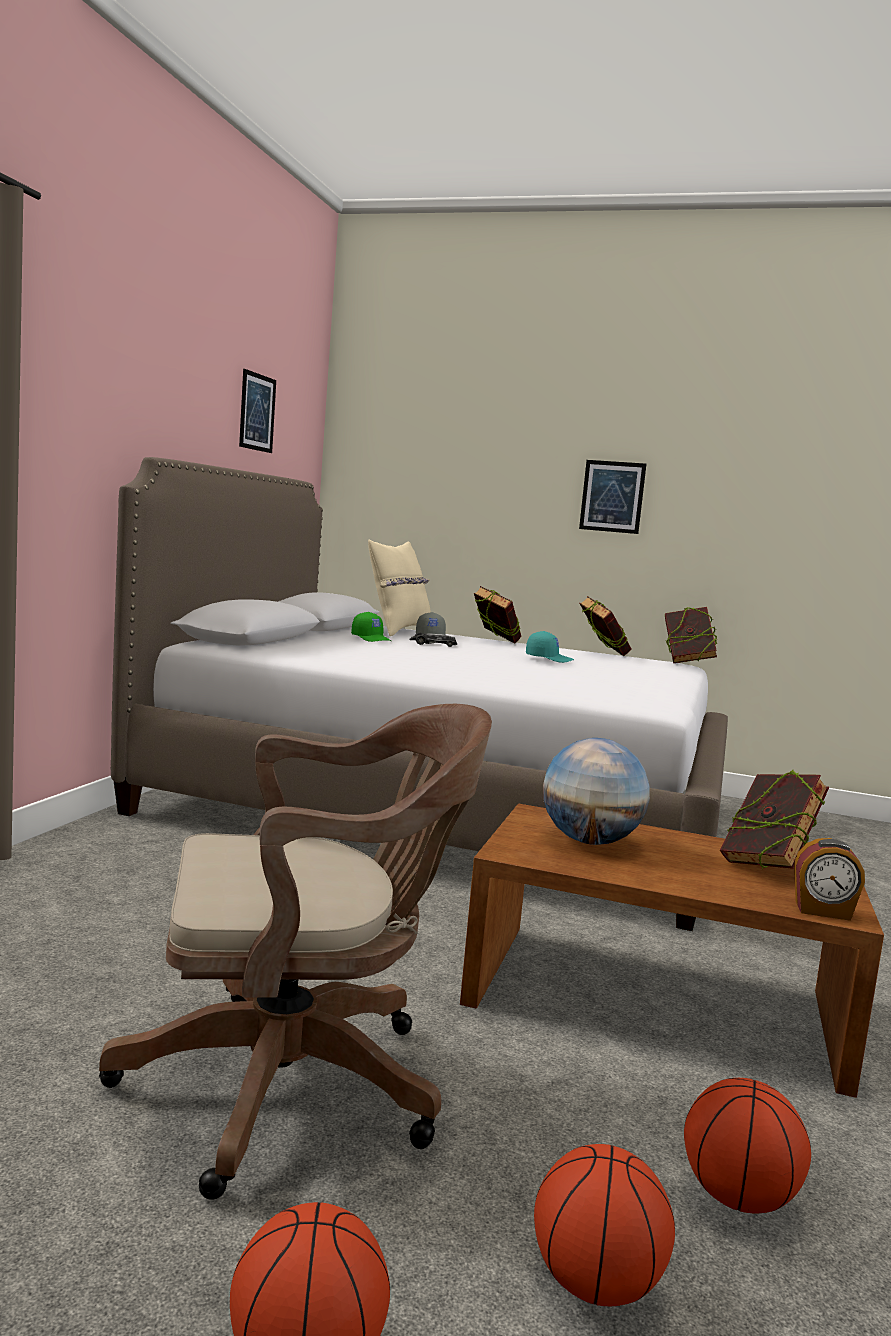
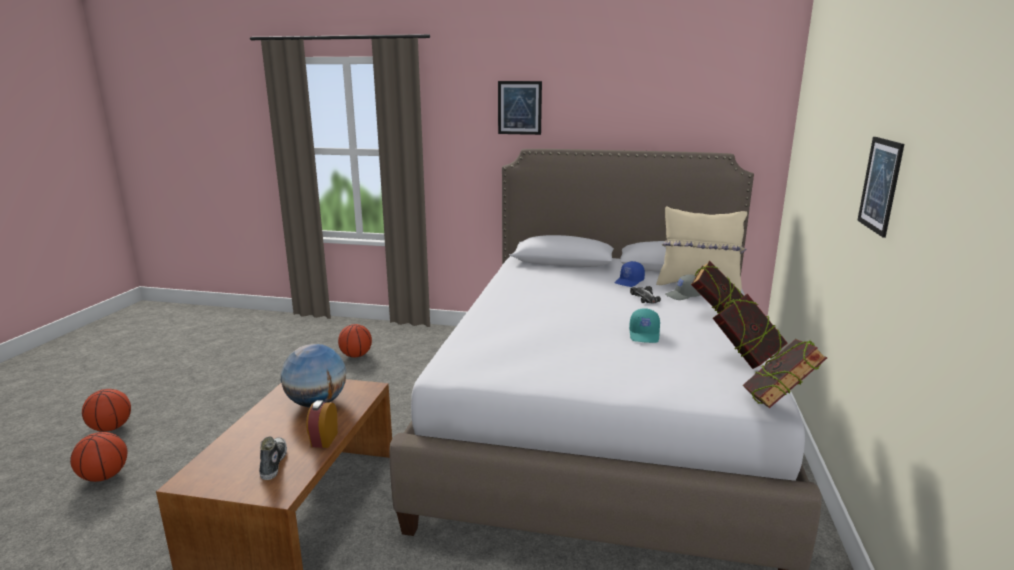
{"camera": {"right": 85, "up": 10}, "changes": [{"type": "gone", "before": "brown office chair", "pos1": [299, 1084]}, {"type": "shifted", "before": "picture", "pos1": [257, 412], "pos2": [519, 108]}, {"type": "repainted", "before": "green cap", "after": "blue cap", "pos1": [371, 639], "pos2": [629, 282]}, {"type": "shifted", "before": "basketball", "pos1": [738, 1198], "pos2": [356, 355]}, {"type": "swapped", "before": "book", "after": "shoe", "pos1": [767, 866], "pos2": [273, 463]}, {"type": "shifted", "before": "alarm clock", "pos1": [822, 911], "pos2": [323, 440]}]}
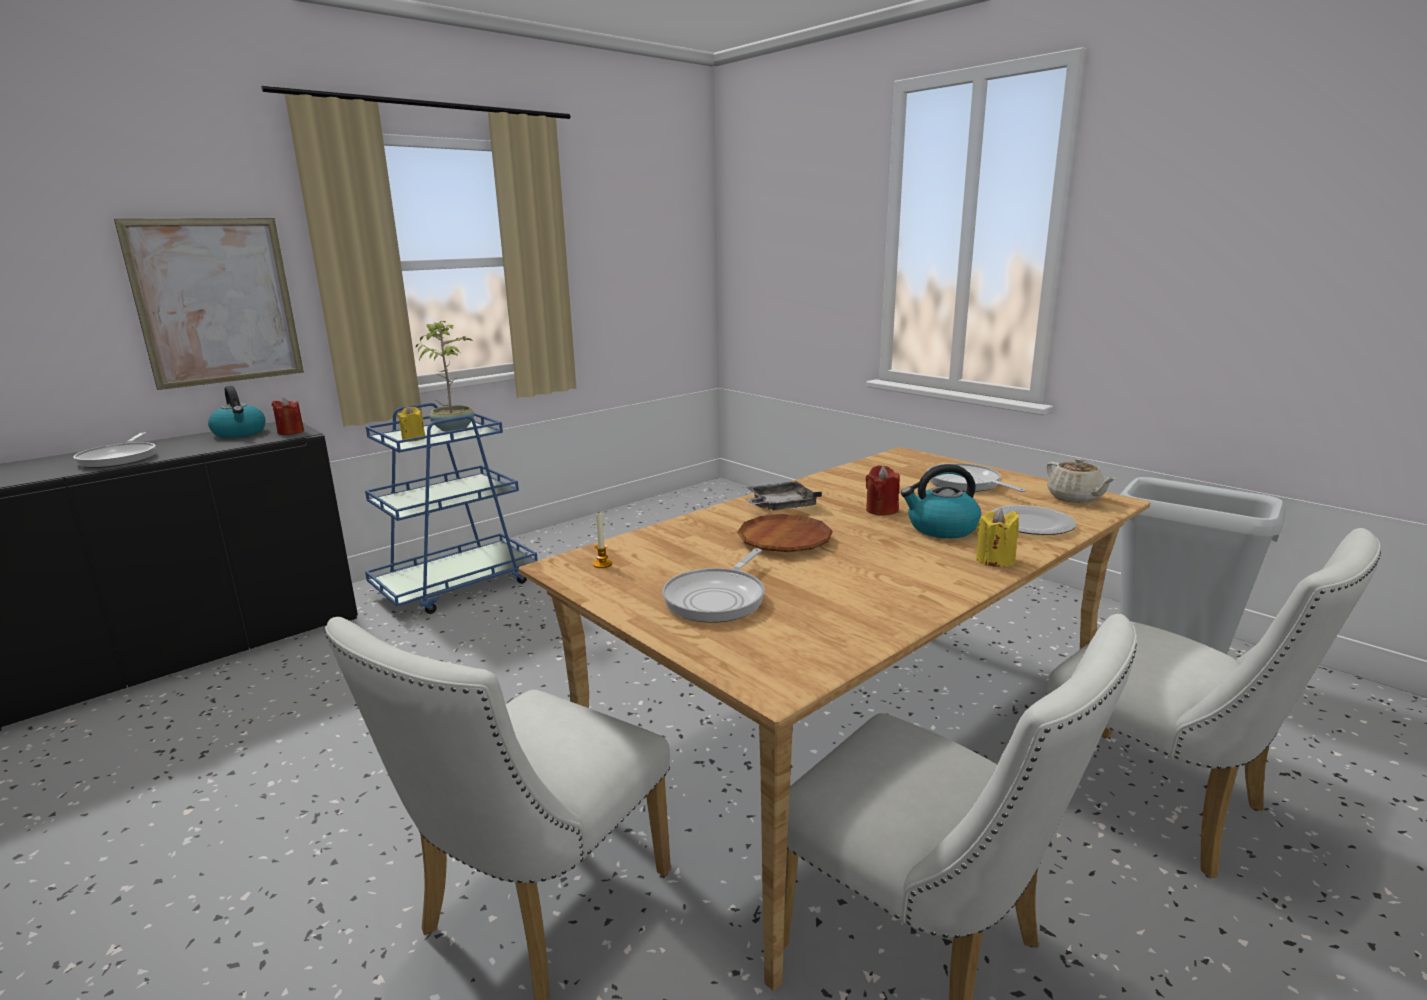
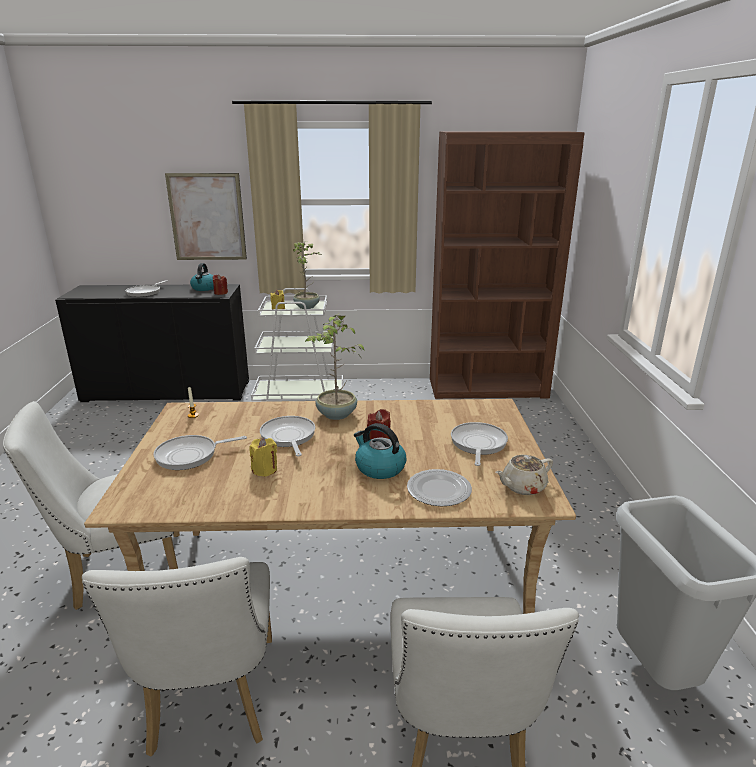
{"camera": {"right": 40, "up": 5}, "changes": [{"type": "repainted", "before": "blue cart", "after": "white cart", "pos1": [457, 586], "pos2": [300, 399]}, {"type": "swapped", "before": "brown plate", "after": "frying pan", "pos1": [784, 540], "pos2": [288, 437]}, {"type": "swapped", "before": "grey tray", "after": "potted plant", "pos1": [780, 506], "pos2": [336, 415]}, {"type": "shifted", "before": "yellow candle", "pos1": [995, 560], "pos2": [264, 470]}, {"type": "rotated", "before": "beige teapot", "pos1": [1075, 498], "pos2": [522, 487], "turn": 45}, {"type": "new", "after": "brown bookcase", "pos2": [488, 388]}]}
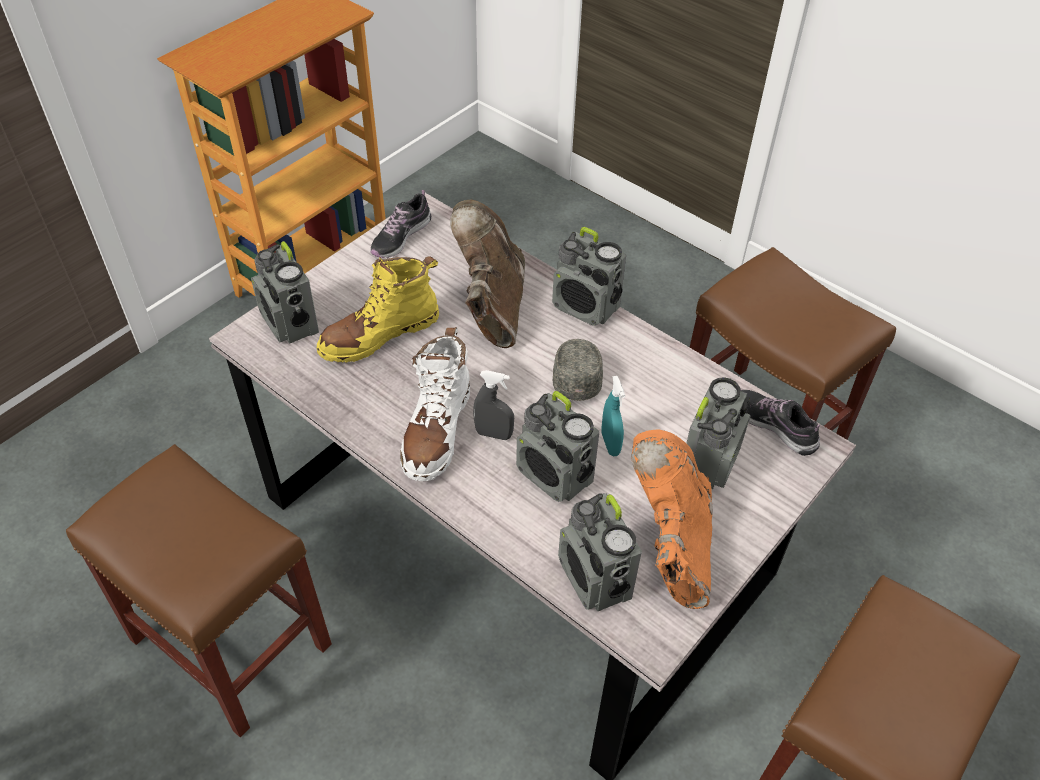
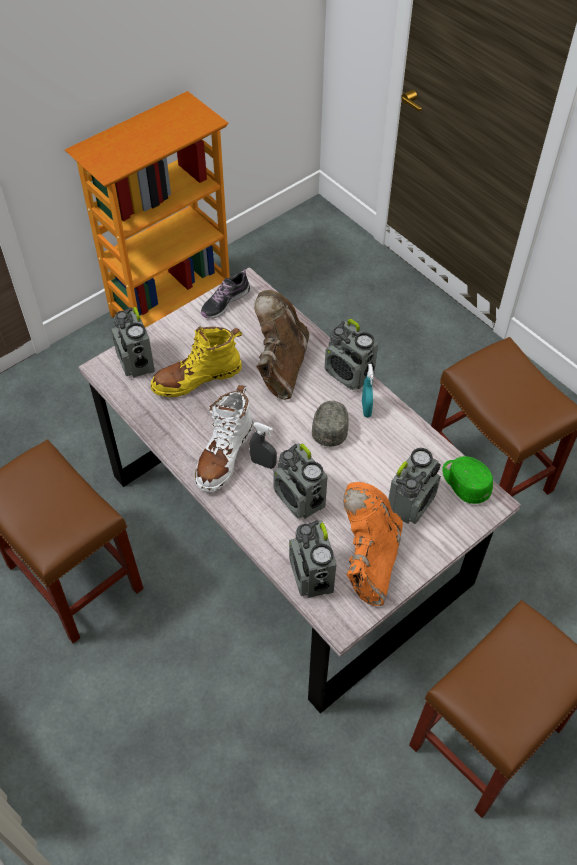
{"camera": {"right": 10, "up": 5}, "changes": [{"type": "shifted", "before": "turquoise spray bottle", "pos1": [610, 444], "pos2": [366, 408]}, {"type": "swapped", "before": "shoe", "after": "green cap", "pos1": [774, 426], "pos2": [465, 482]}]}
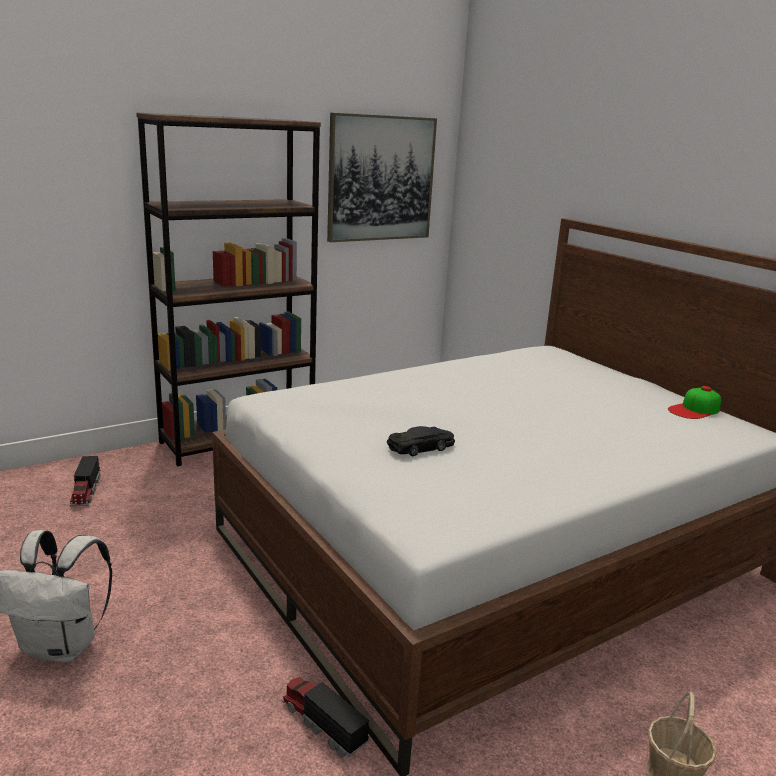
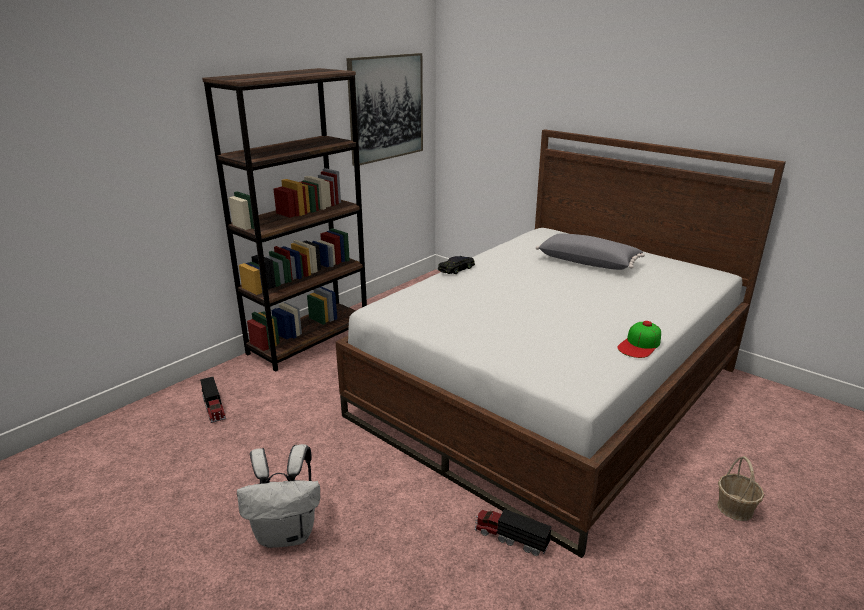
{"camera": {"right": -15, "up": 5}, "changes": [{"type": "shifted", "before": "black toy car", "pos1": [421, 447], "pos2": [457, 268]}, {"type": "shifted", "before": "cap", "pos1": [694, 410], "pos2": [639, 345]}, {"type": "new", "after": "grey pillow", "pos2": [588, 262]}]}
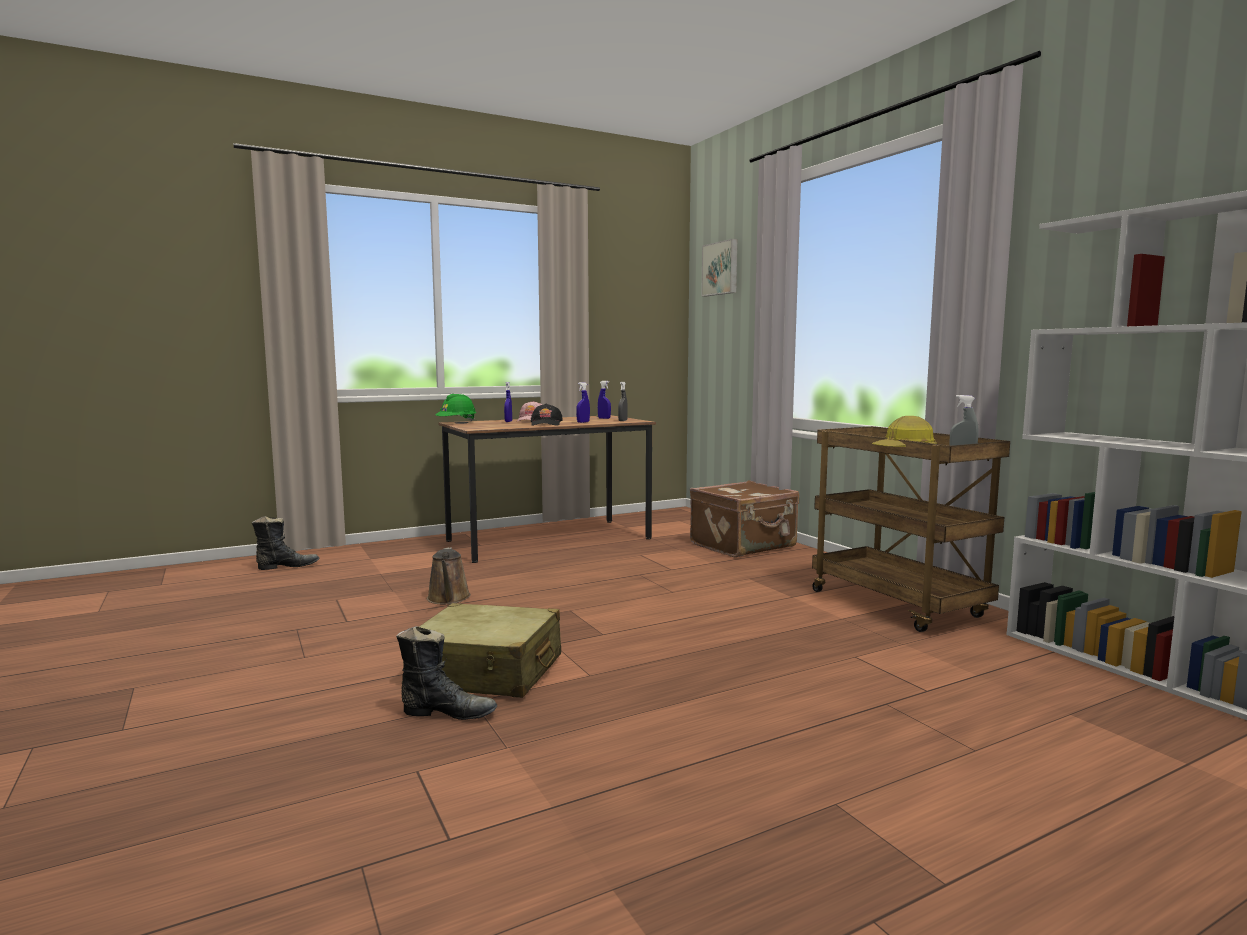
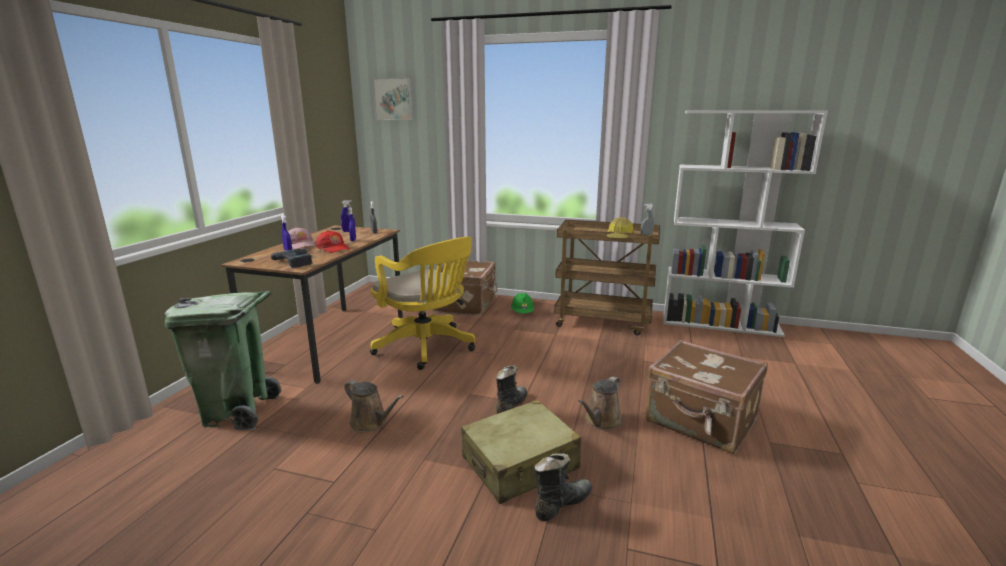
{"camera": {"right": -45, "up": 10}, "changes": [{"type": "shifted", "before": "black boot", "pos1": [287, 566], "pos2": [510, 406]}, {"type": "shifted", "before": "green hard hat", "pos1": [457, 422], "pos2": [522, 312]}, {"type": "repainted", "before": "black cap", "after": "red cap", "pos1": [546, 424], "pos2": [333, 248]}, {"type": "new", "after": "green trash can", "pos2": [238, 412]}, {"type": "new", "after": "power drill", "pos2": [297, 261]}, {"type": "new", "after": "yellow office chair", "pos2": [427, 347]}, {"type": "new", "after": "brown watering can", "pos2": [601, 421]}, {"type": "new", "after": "brown suitcase", "pos2": [701, 422]}]}
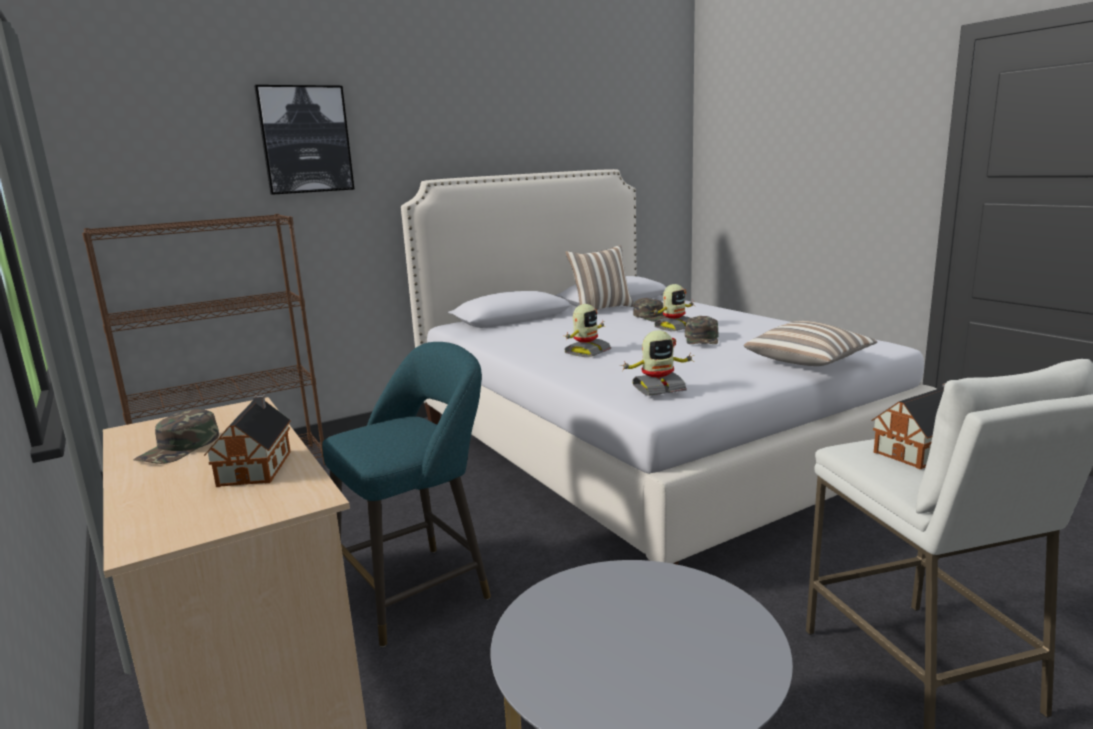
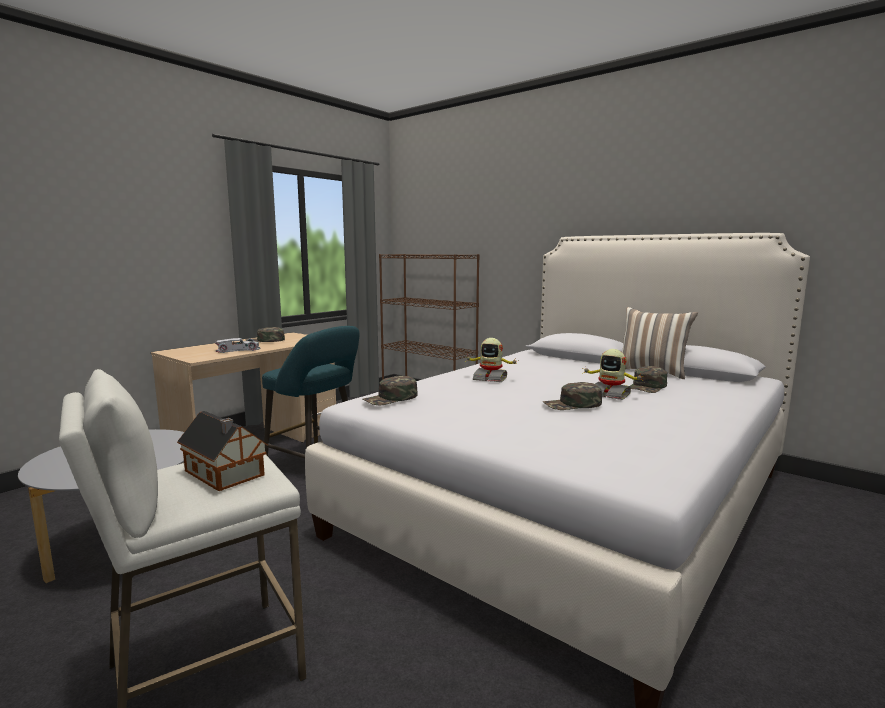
{"camera": {"right": 70, "up": -5}, "changes": [{"type": "swapped", "before": "toy house", "after": "white toy car", "pos1": [257, 466], "pos2": [238, 350]}, {"type": "gone", "before": "picture", "pos1": [305, 139]}, {"type": "swapped", "before": "toy robot", "after": "green cap", "pos1": [658, 388], "pos2": [391, 398]}, {"type": "gone", "before": "pillow", "pos1": [809, 362]}]}
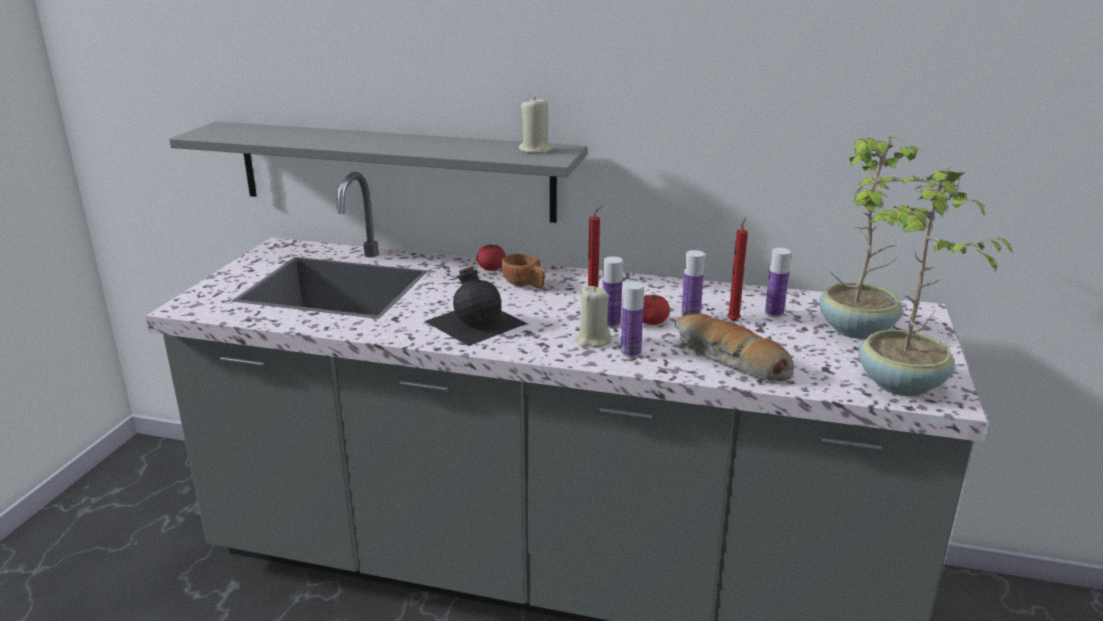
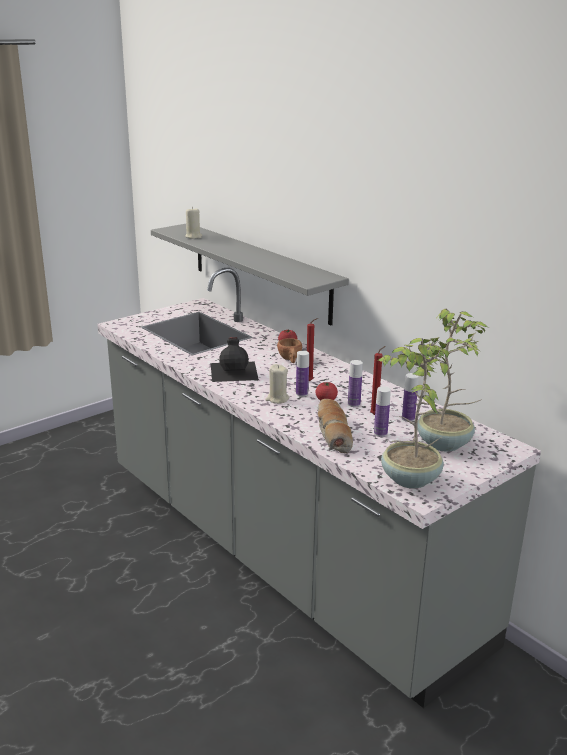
{"camera": {"right": 35, "up": 0}, "changes": [{"type": "shifted", "before": "beige candle", "pos1": [535, 150], "pos2": [193, 236]}, {"type": "shifted", "before": "bottle", "pos1": [630, 353], "pos2": [380, 433]}]}
